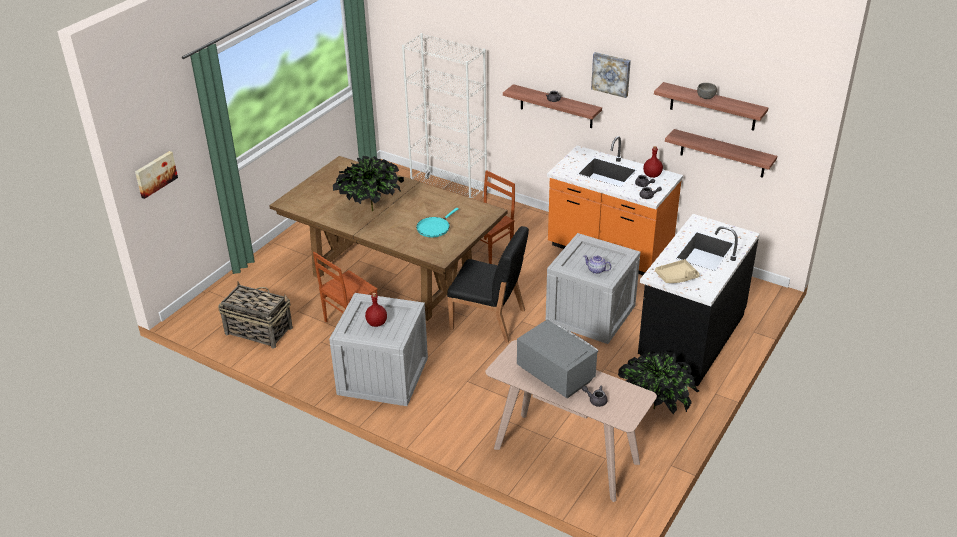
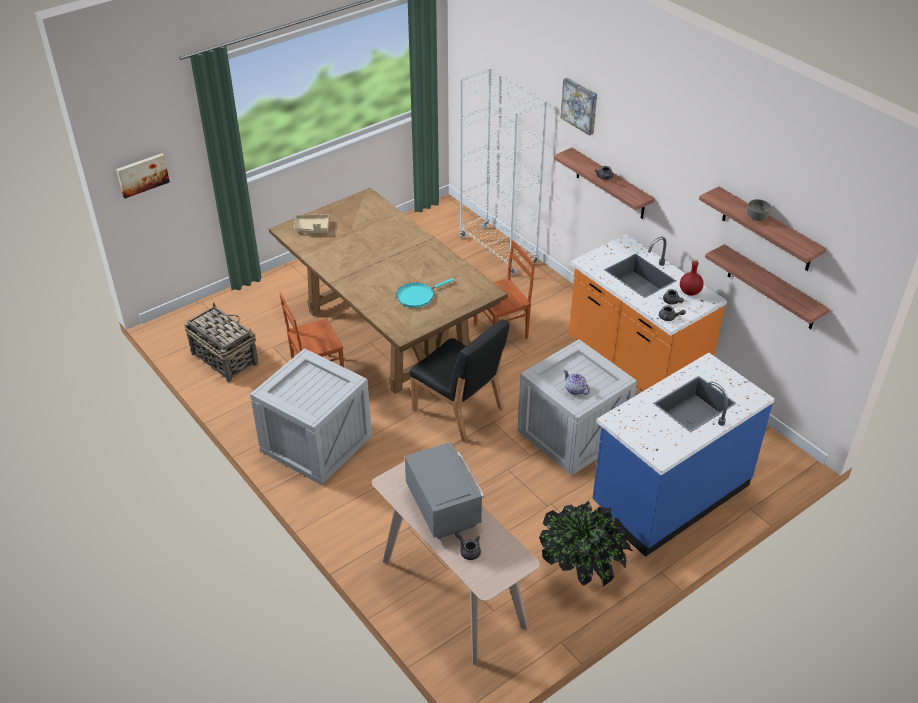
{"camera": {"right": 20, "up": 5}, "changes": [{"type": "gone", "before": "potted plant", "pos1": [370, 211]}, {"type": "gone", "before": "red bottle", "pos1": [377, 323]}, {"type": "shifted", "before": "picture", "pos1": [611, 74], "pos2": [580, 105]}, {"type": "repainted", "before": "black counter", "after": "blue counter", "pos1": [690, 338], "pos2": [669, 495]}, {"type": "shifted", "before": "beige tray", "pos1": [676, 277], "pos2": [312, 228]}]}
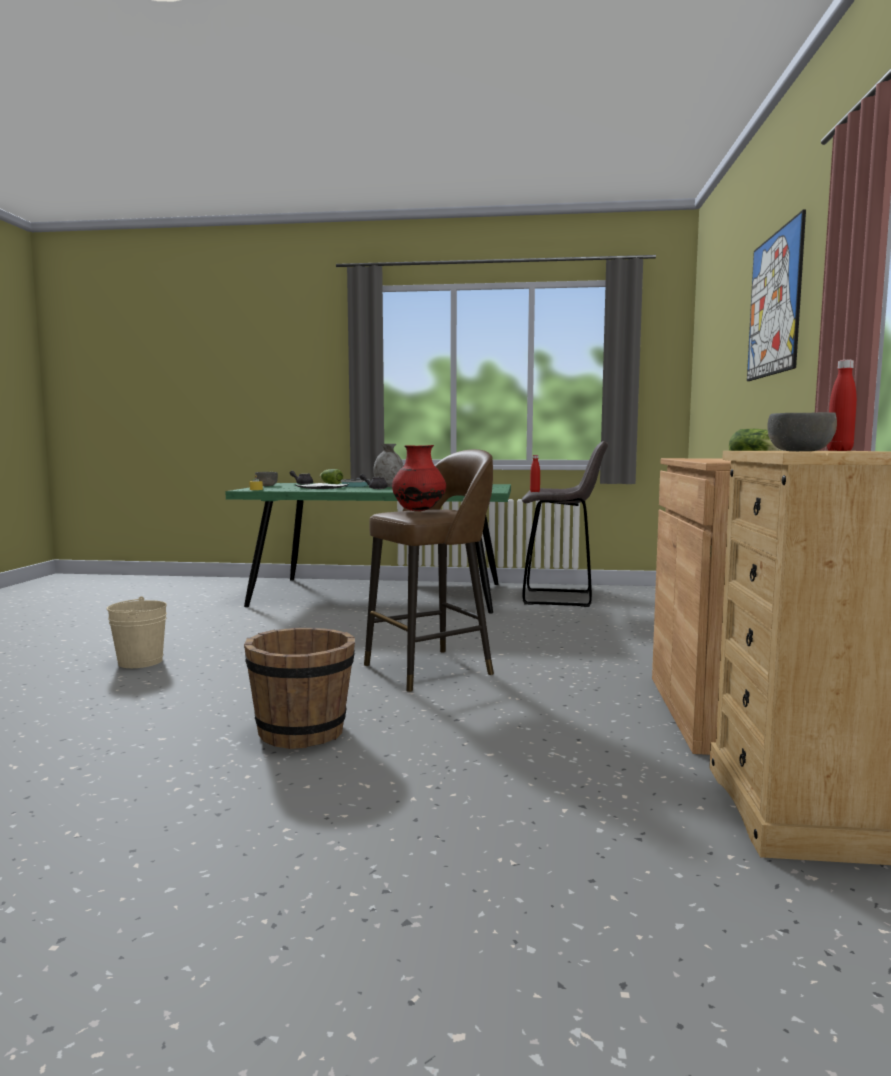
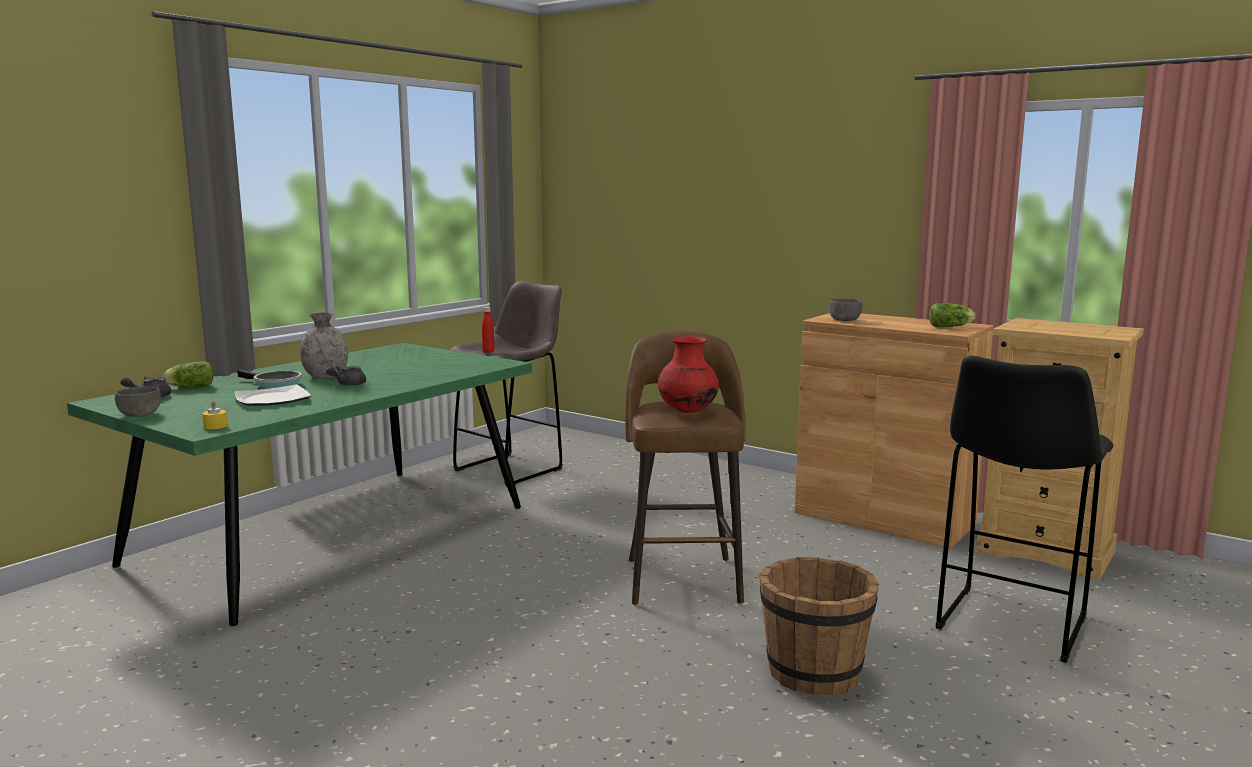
{"camera": {"right": -60, "up": 5}, "changes": [{"type": "gone", "before": "beige bucket", "pos1": [140, 661]}, {"type": "gone", "before": "picture", "pos1": [774, 304]}, {"type": "shifted", "before": "grey bowl", "pos1": [800, 451], "pos2": [845, 320]}, {"type": "gone", "before": "red bottle", "pos1": [839, 450]}, {"type": "new", "after": "black stool", "pos2": [1009, 625]}]}
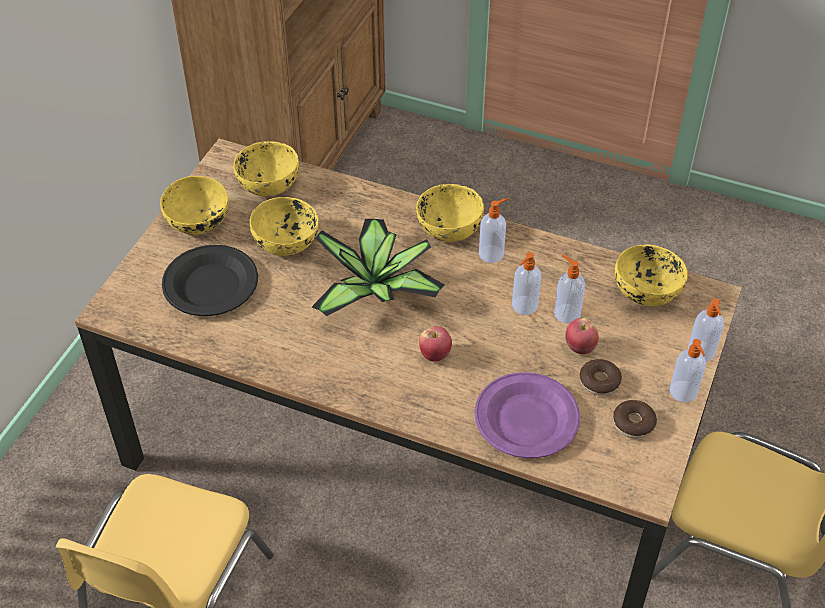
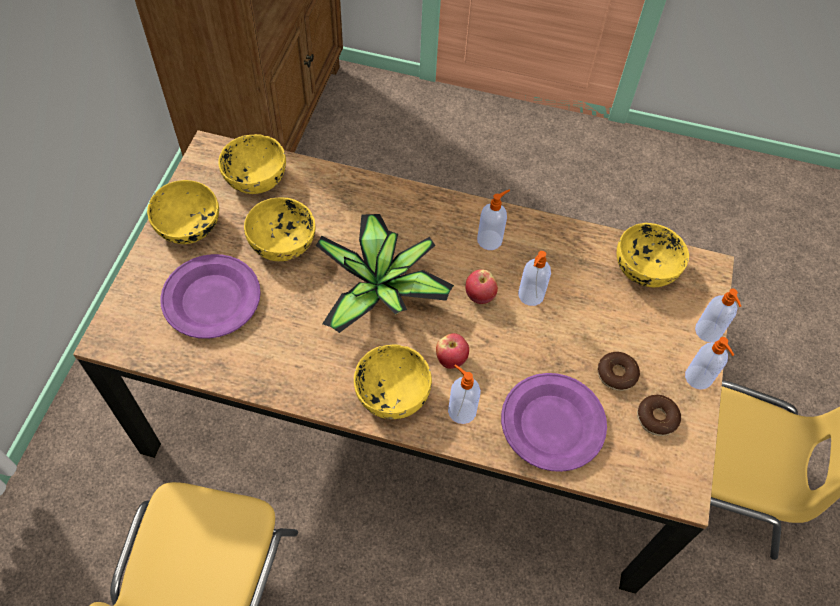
{"camera": {"right": -10, "up": 10}, "changes": [{"type": "repainted", "before": "black plate", "after": "purple plate", "pos1": [210, 285], "pos2": [211, 299]}, {"type": "shifted", "before": "yellow bowl", "pos1": [449, 227], "pos2": [392, 392]}, {"type": "shifted", "before": "soap dispenser", "pos1": [566, 313], "pos2": [461, 410]}, {"type": "shifted", "before": "apple", "pos1": [580, 347], "pos2": [479, 296]}]}
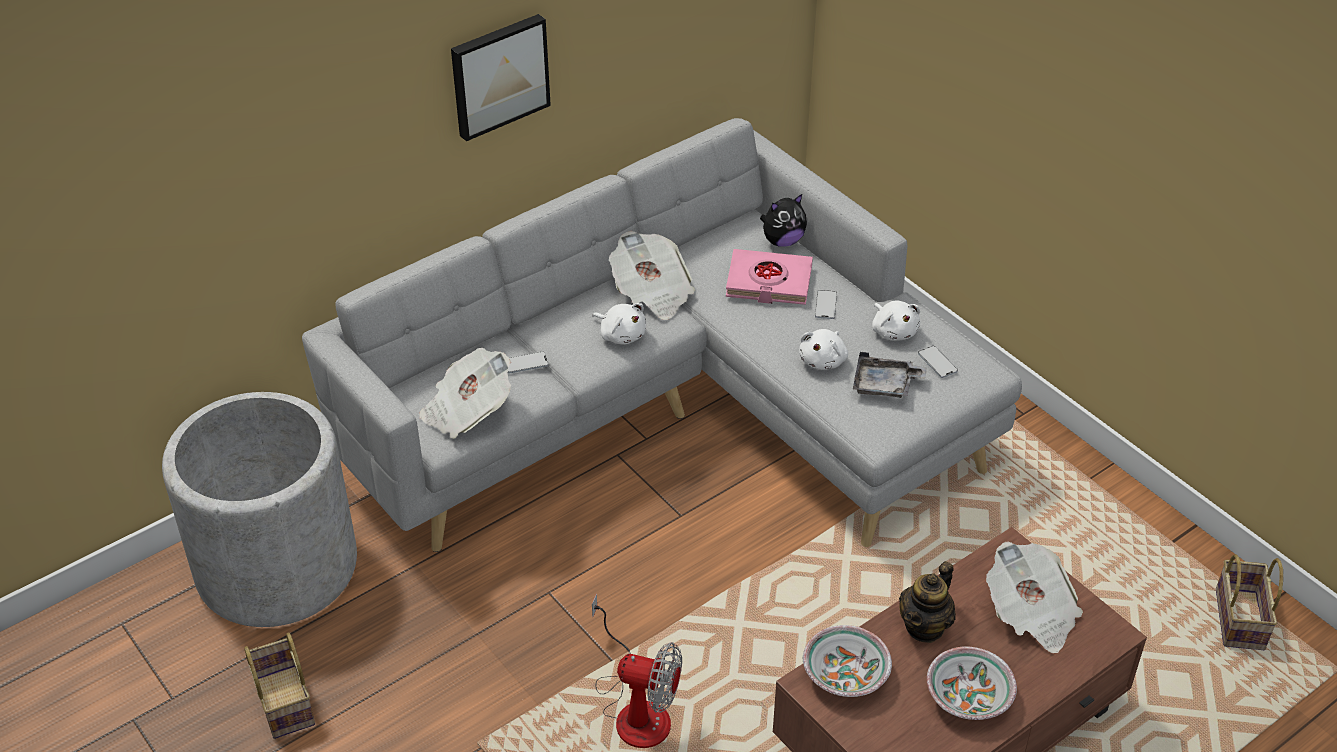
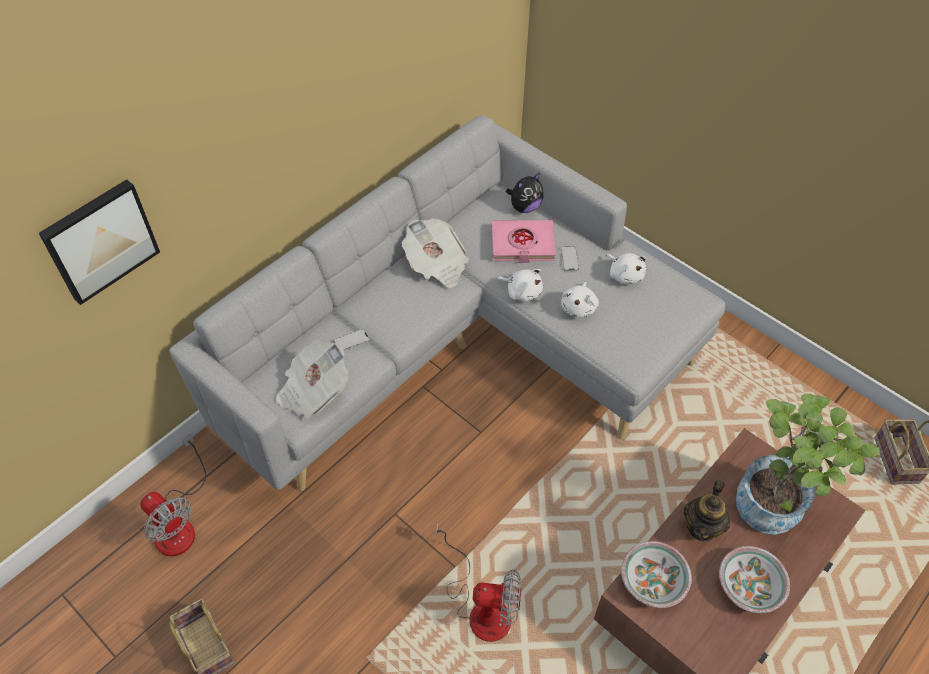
{"camera": {"right": -10, "up": 10}, "changes": [{"type": "swapped", "before": "grey planter", "after": "fan", "pos1": [277, 566], "pos2": [179, 523]}, {"type": "shifted", "before": "picture", "pos1": [498, 75], "pos2": [99, 240]}, {"type": "shifted", "before": "white plush toy", "pos1": [621, 334], "pos2": [522, 291]}, {"type": "gone", "before": "grey tray", "pos1": [885, 385]}, {"type": "gone", "before": "phone", "pos1": [937, 362]}, {"type": "swapped", "before": "newspaper", "after": "potted plant", "pos1": [1031, 614], "pos2": [777, 503]}]}
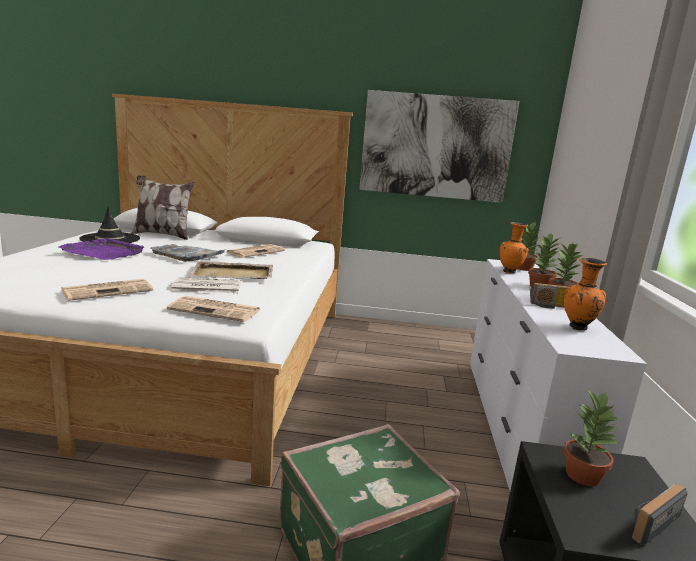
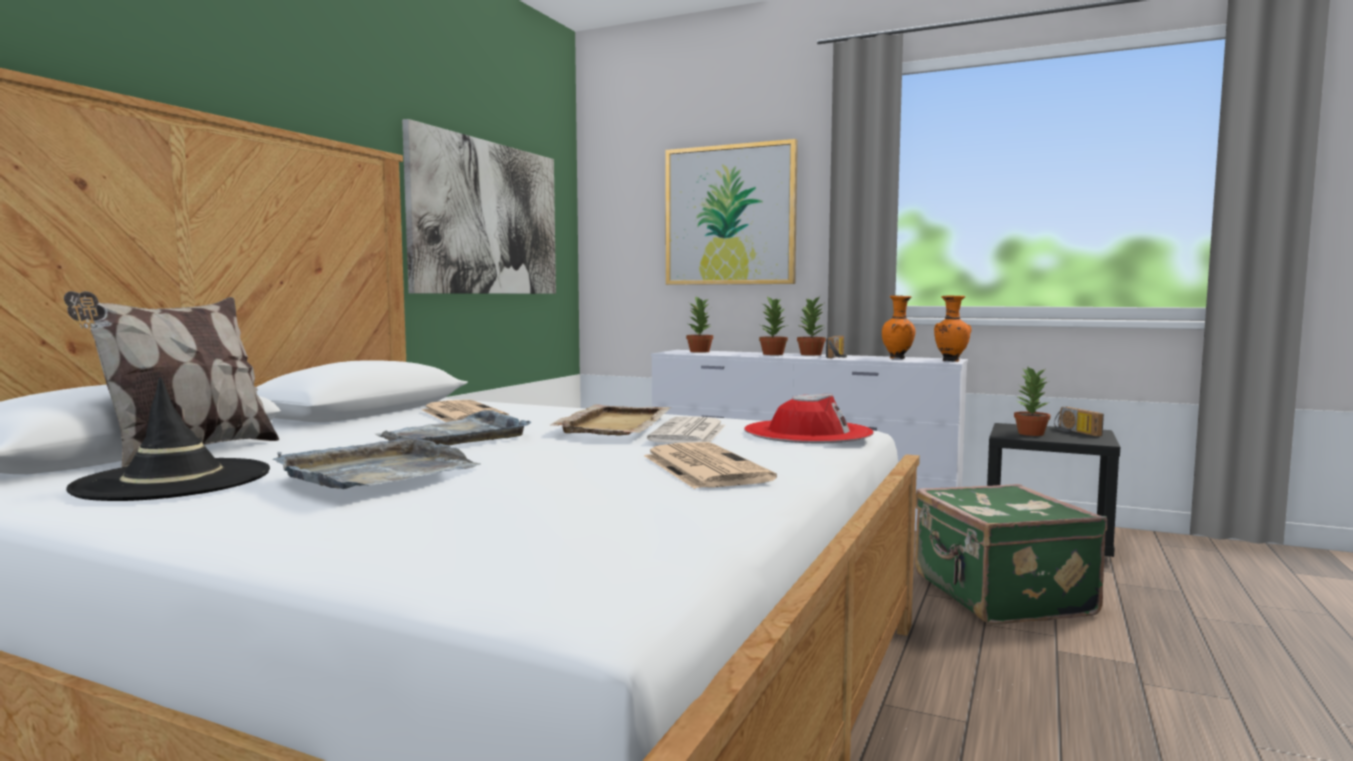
{"camera": {"right": -70, "up": -10}, "changes": [{"type": "repainted", "before": "purple tray", "after": "grey tray", "pos1": [104, 252], "pos2": [377, 472]}, {"type": "swapped", "before": "newspaper", "after": "red hat", "pos1": [216, 310], "pos2": [807, 432]}, {"type": "shifted", "before": "orange vase", "pos1": [510, 272], "pos2": [950, 361]}, {"type": "new", "after": "picture", "pos2": [730, 215]}]}
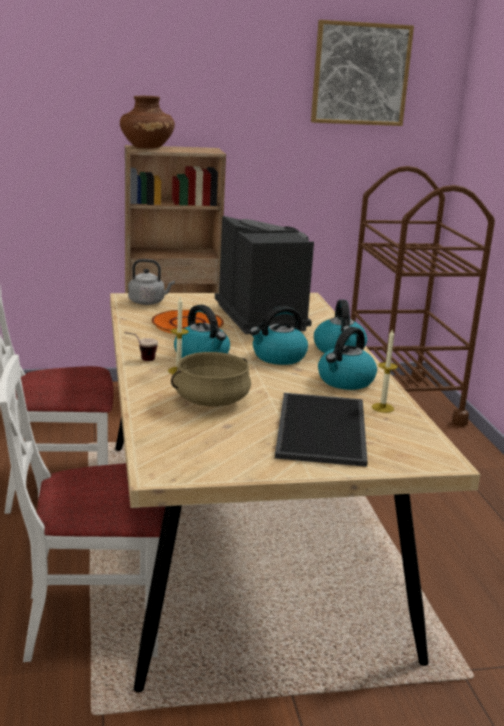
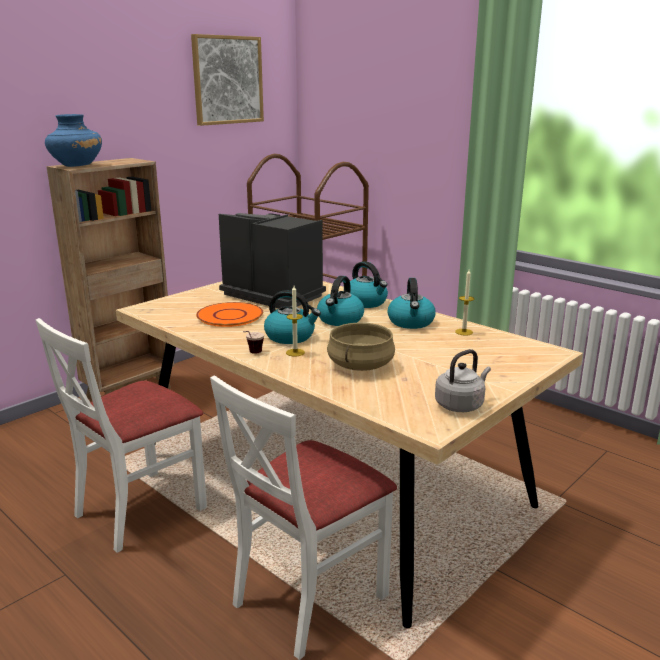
{"camera": {"right": -35, "up": 0}, "changes": [{"type": "repainted", "before": "brown vase", "after": "blue vase", "pos1": [146, 148], "pos2": [76, 165]}, {"type": "shifted", "before": "grey kettle", "pos1": [148, 302], "pos2": [461, 405]}, {"type": "gone", "before": "tray", "pos1": [324, 429]}]}
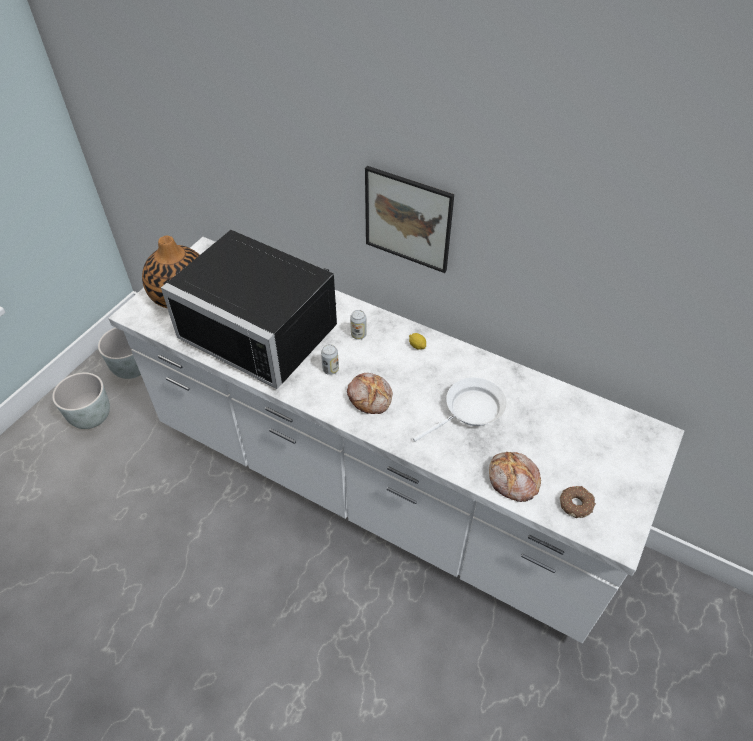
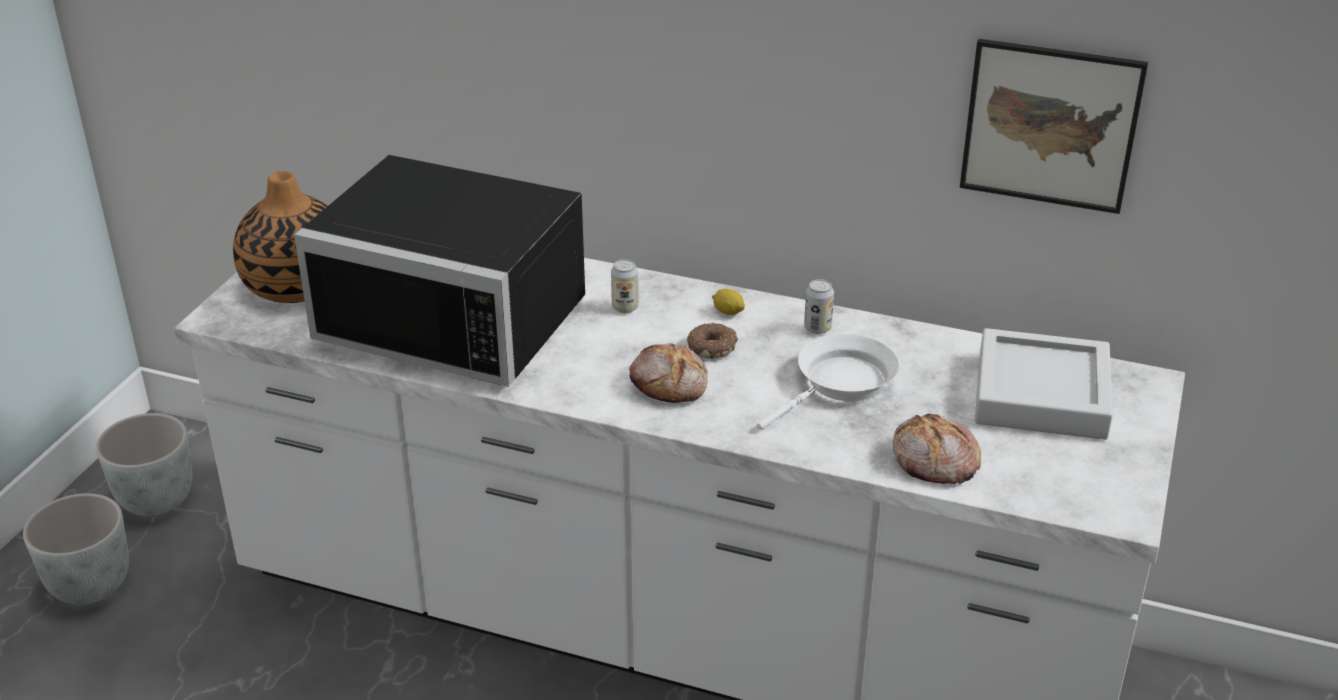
{"camera": {"right": -10, "up": -15}, "changes": [{"type": "shifted", "before": "can", "pos1": [330, 369], "pos2": [817, 328]}, {"type": "shifted", "before": "picture", "pos1": [408, 219], "pos2": [1050, 125]}, {"type": "shifted", "before": "donut", "pos1": [576, 504], "pos2": [712, 347]}, {"type": "new", "after": "grey tray", "pos2": [1041, 395]}]}
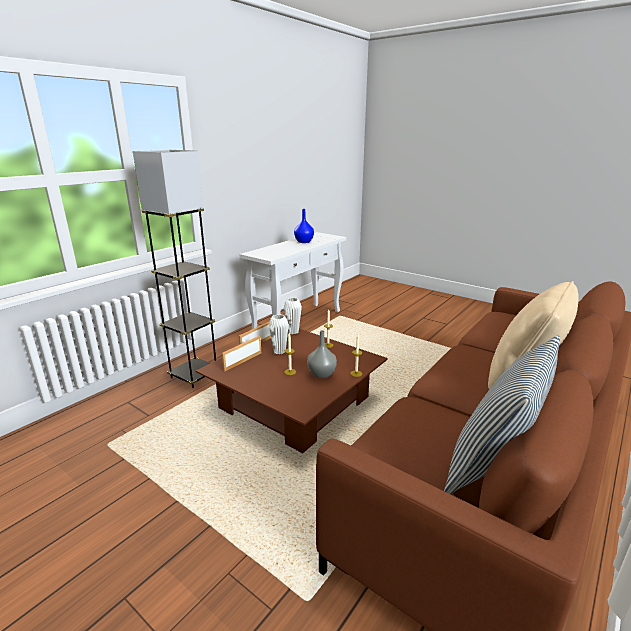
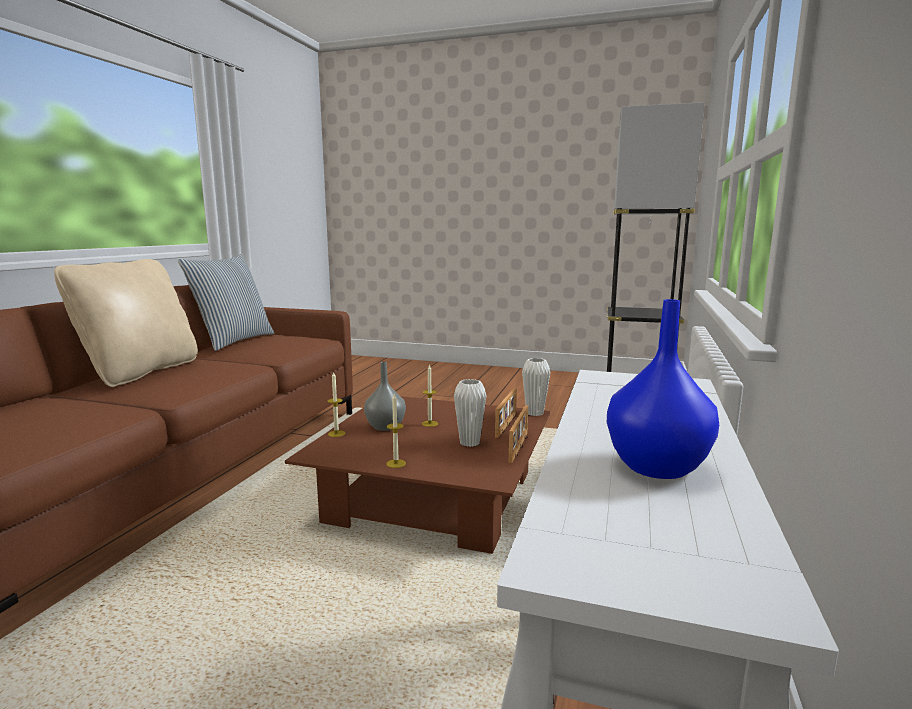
{"camera": {"right": 160, "up": -10}, "changes": [{"type": "shifted", "before": "white vase", "pos1": [293, 332], "pos2": [534, 413]}]}
